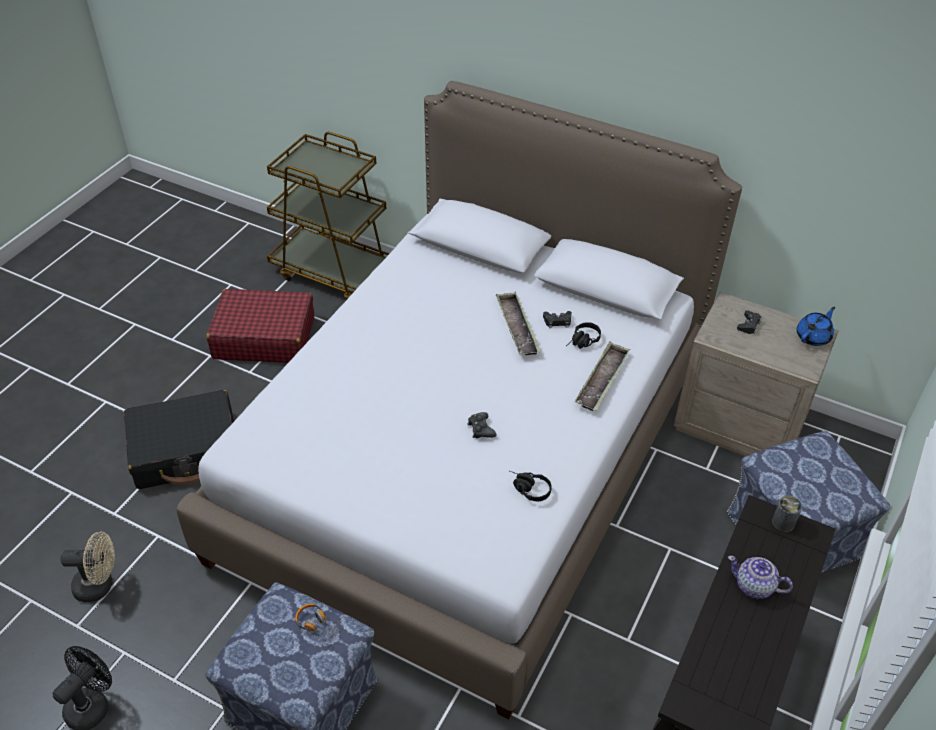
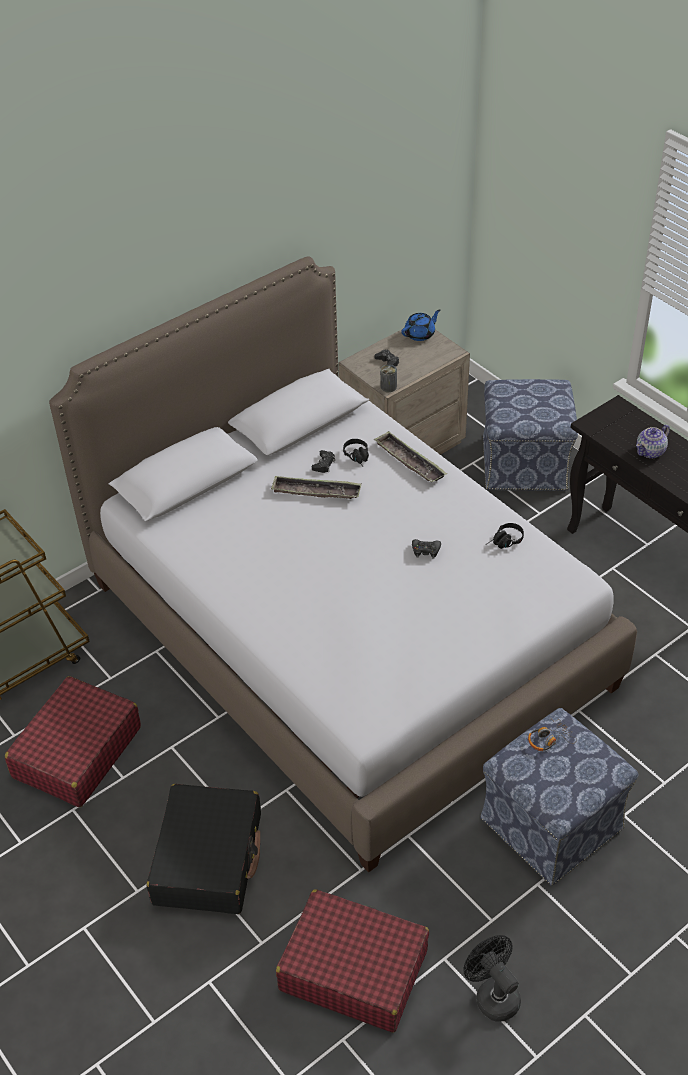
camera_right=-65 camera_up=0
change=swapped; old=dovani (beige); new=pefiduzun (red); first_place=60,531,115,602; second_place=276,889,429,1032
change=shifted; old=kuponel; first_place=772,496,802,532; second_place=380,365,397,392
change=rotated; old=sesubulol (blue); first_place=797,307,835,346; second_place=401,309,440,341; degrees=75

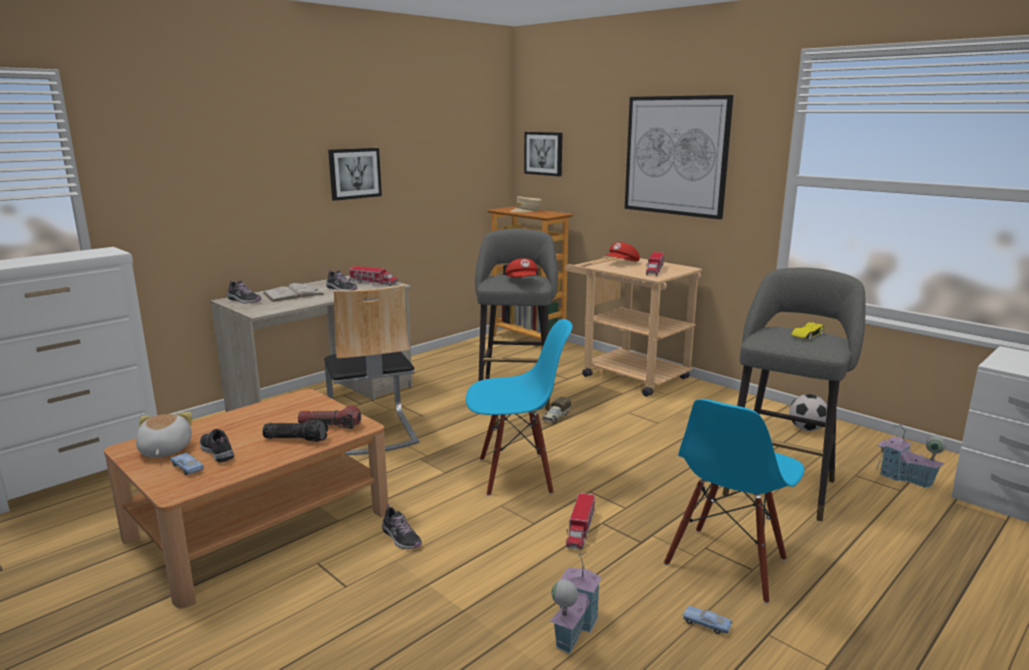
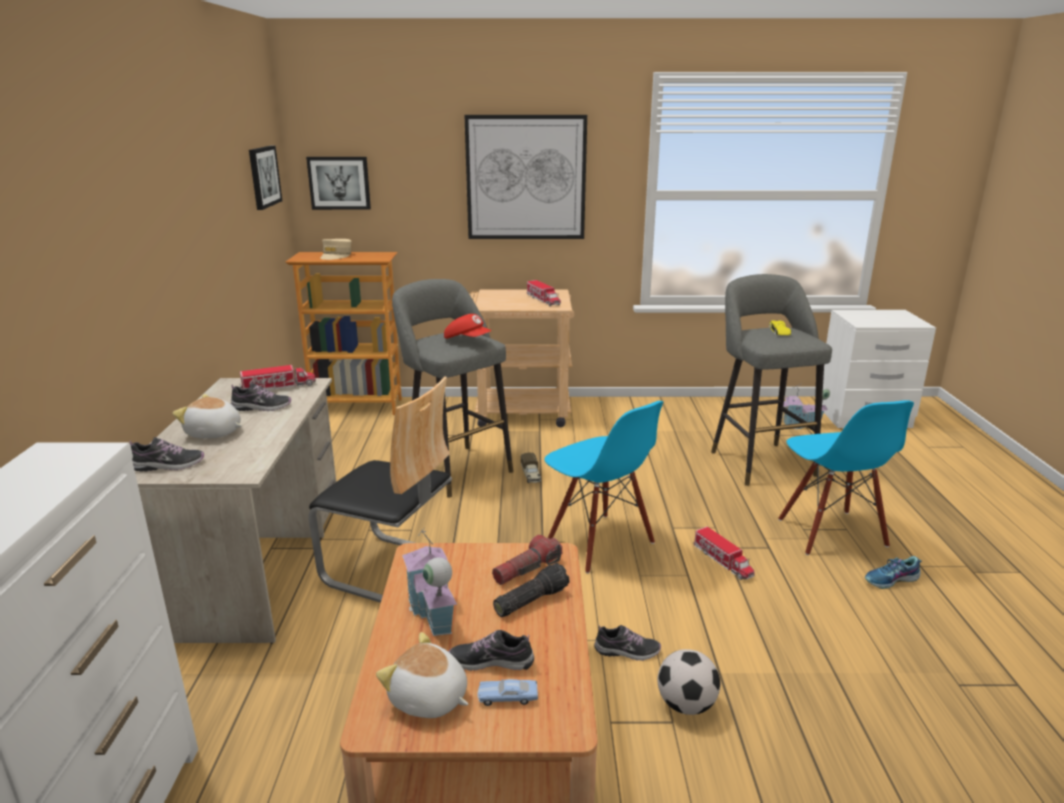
camera_right=-45 camera_up=5
change=swapped; old=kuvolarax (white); new=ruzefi; first_place=263,283,325,302; second_place=173,394,242,439
change=shifted; old=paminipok; first_place=328,148,382,201; second_place=249,145,282,210
change=shifted; old=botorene; first_place=549,553,602,654; second_place=402,527,457,636
change=rotated; old=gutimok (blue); first_place=466,319,573,496; second_place=544,401,664,574; degrees=105
change=shifted; old=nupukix; first_place=789,394,827,431; second_place=657,649,720,715
change=swapped; old=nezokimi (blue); new=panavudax; first_place=683,606,732,634; second_place=865,556,922,589
change=gone; old=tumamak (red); first_place=605,242,640,261

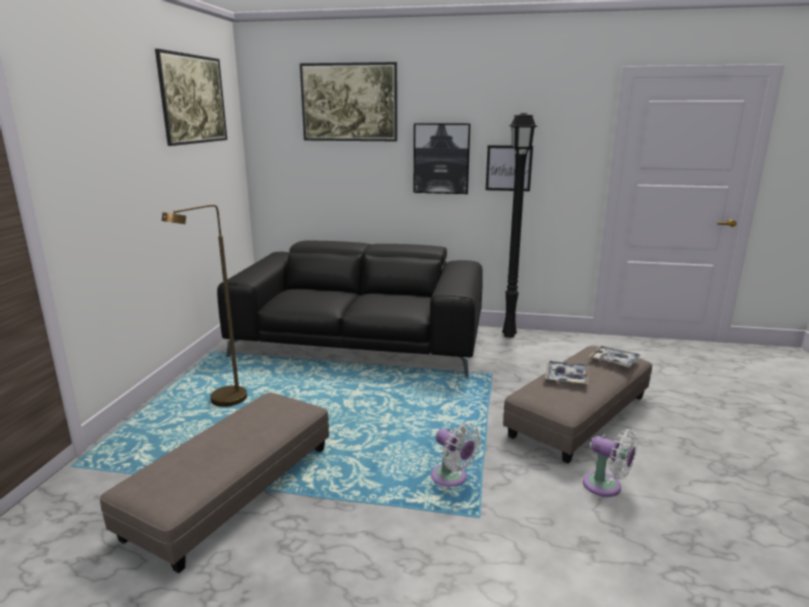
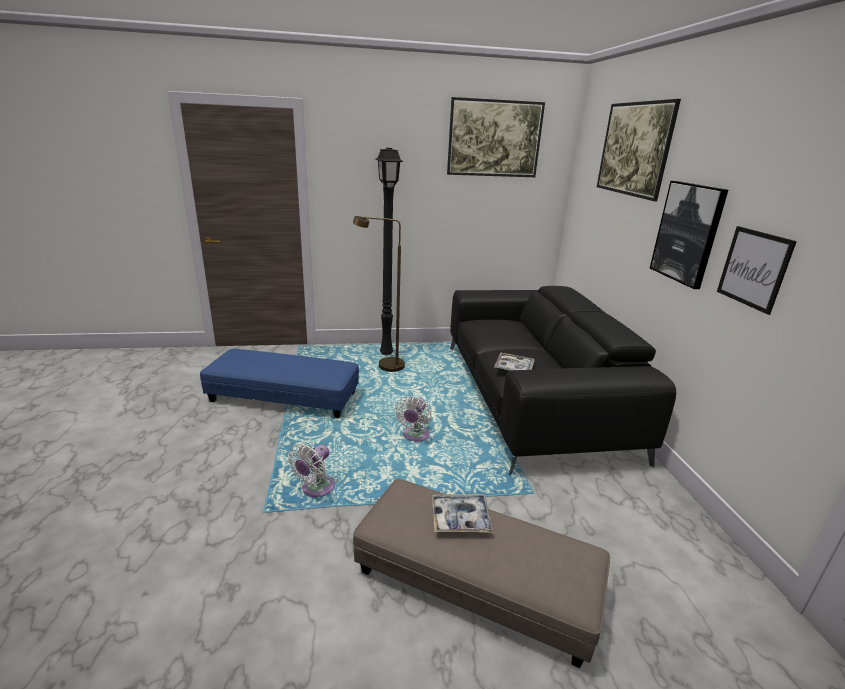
camera_right=70 camera_up=5
change=repainted; old=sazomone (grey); new=sazomone (blue); first_place=100,393,329,573; second_place=200,349,359,418
change=shifted; old=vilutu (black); first_place=502,113,538,338; second_place=375,148,403,355
change=shifted; old=dovani (white); first_place=583,429,638,497; second_place=395,396,431,442
change=shifted; old=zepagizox; first_place=589,346,641,368; second_place=494,353,534,371

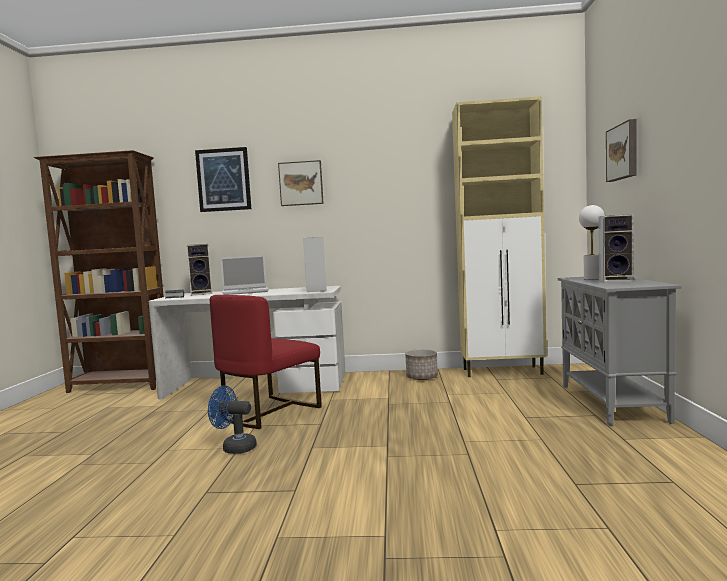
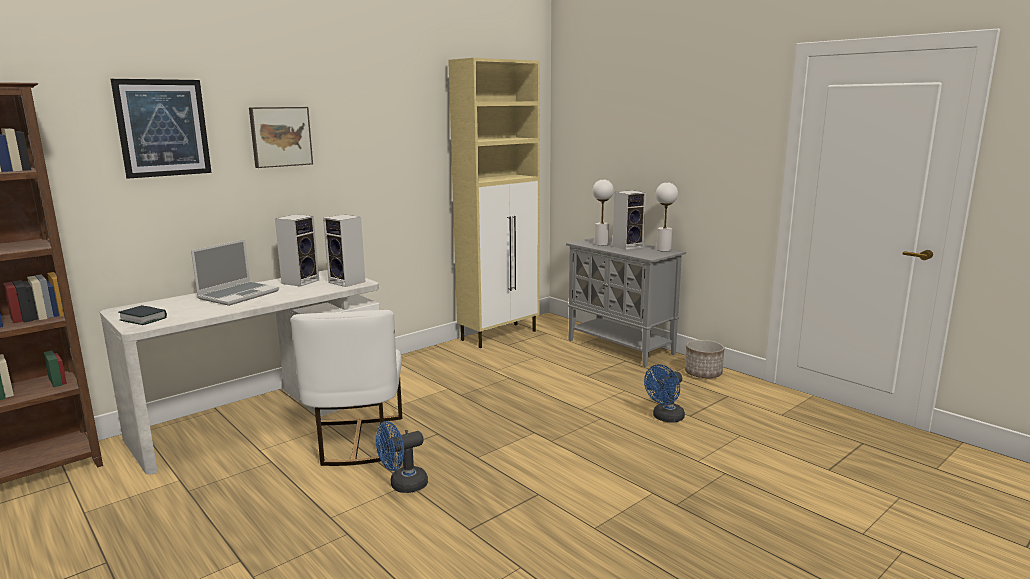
camera_right=-45 camera_up=10
change=shifted; old=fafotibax; first_place=186,244,212,296; second_place=275,214,319,287
change=repainted; old=gutimok (red); new=gutimok (white); first_place=210,295,322,429; second_place=291,310,402,466
change=new; new=dovani (blue); second_place=644,364,685,423
change=new; new=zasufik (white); second_place=656,182,678,252
change=shifted; old=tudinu; first_place=405,349,438,380; second_place=685,340,724,378
change=gone; old=paminipok; first_place=606,119,637,182

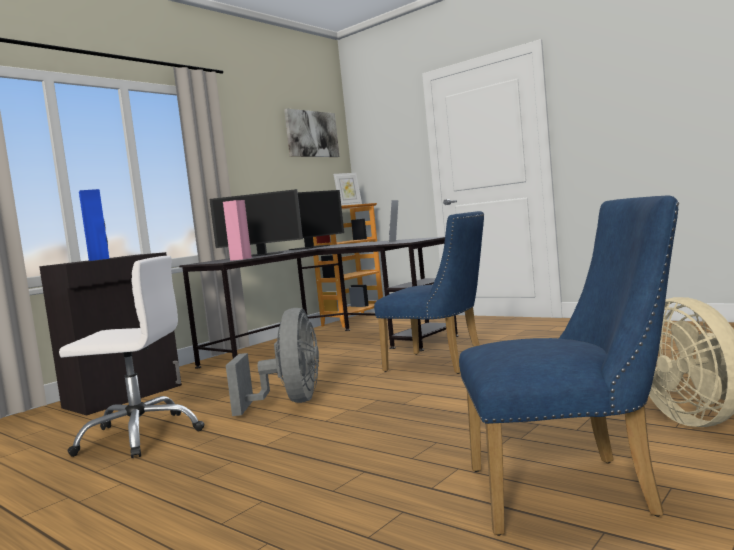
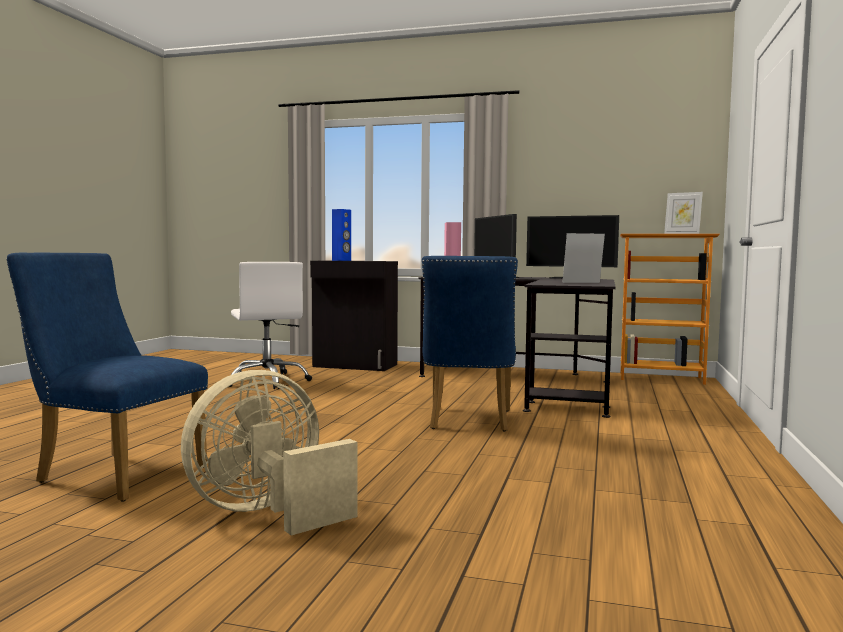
camera_right=65 camera_up=0
change=rotated; old=gutimok (blue); first_place=459,196,679,536; second_place=6,253,208,502; degrees=135
change=gone; old=dovani (grey); first_place=226,308,319,416
change=gone; old=paminipok; first_place=284,109,340,157

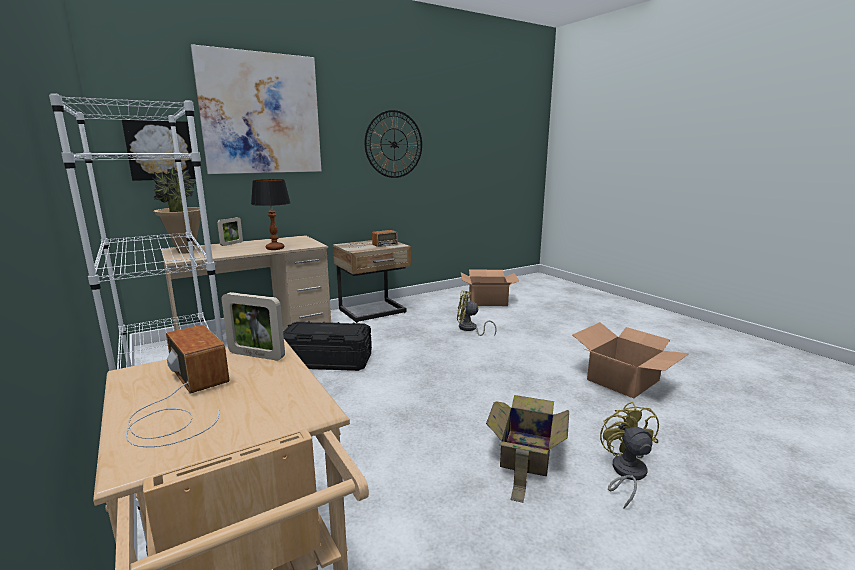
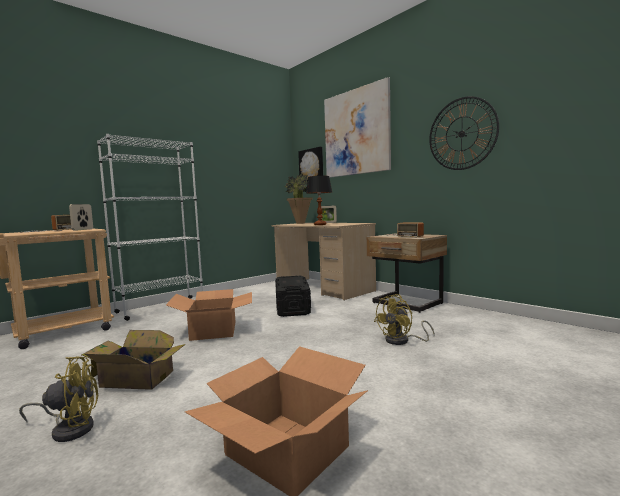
camera_right=80 camera_up=-10
change=shifted; old=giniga; first_place=461,270,519,306; second_place=166,289,252,341
change=rotated; old=dovani (yellow); first_place=457,291,497,337; second_place=374,294,435,345; degrees=-135

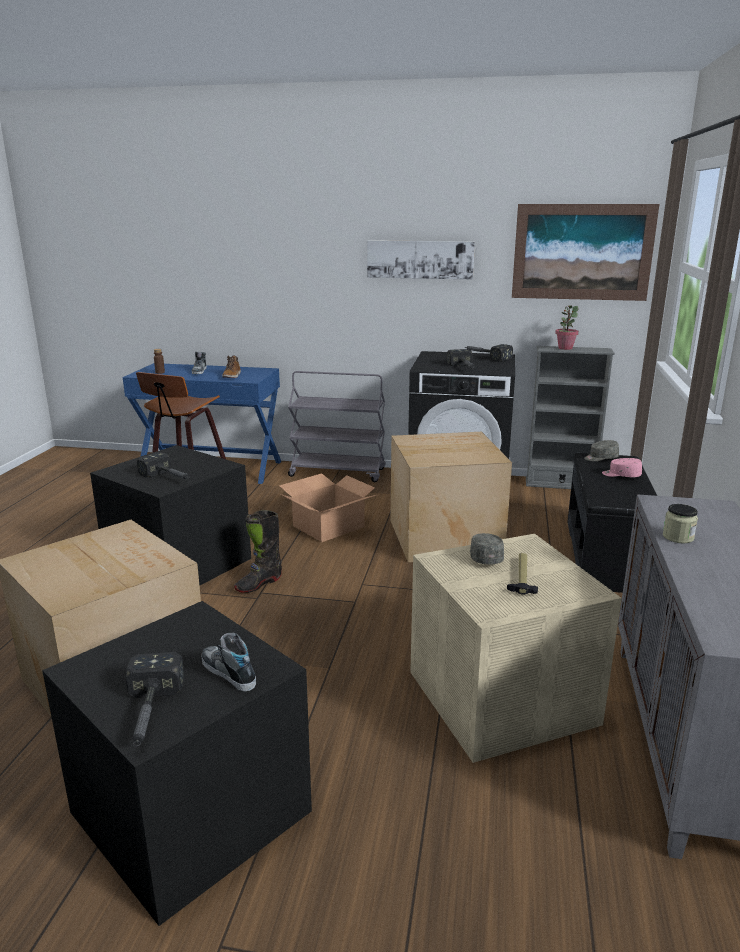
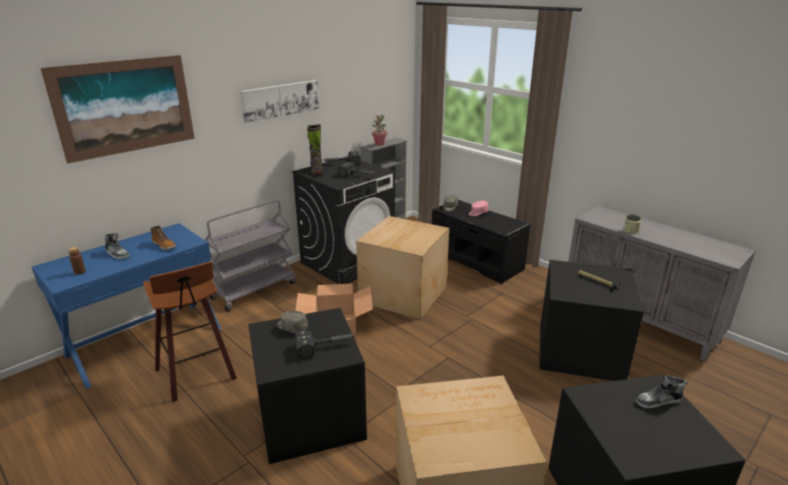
camera_right=-55 camera_up=5
change=shifted; old=paminipok; first_place=512,204,659,301; second_place=41,55,195,163
change=shifted; old=tumamak (grey); first_place=470,533,504,565; second_place=277,311,308,333
change=shifted; old=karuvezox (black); first_place=234,510,282,593; second_place=307,124,323,174
change=repainted; old=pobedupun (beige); new=pobedupun (black); first_place=410,534,622,763; second_place=539,260,644,381
change=gone; old=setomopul; first_place=126,652,184,747

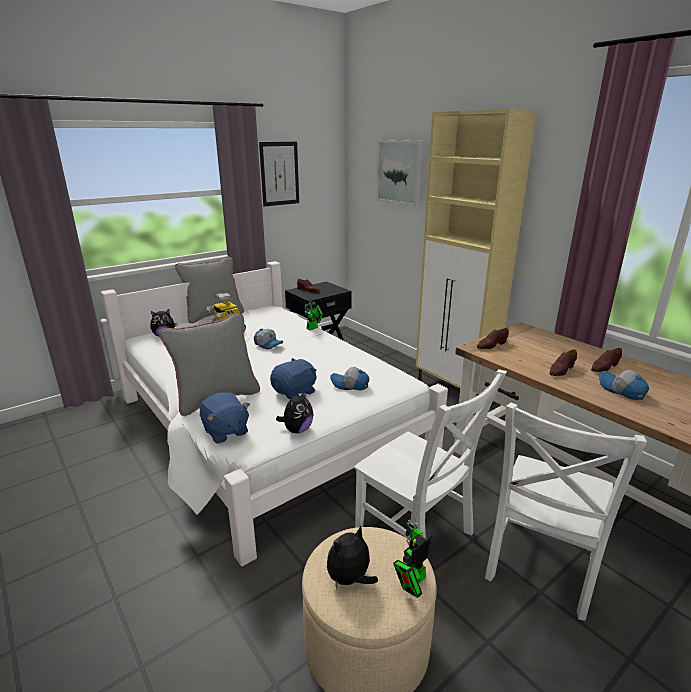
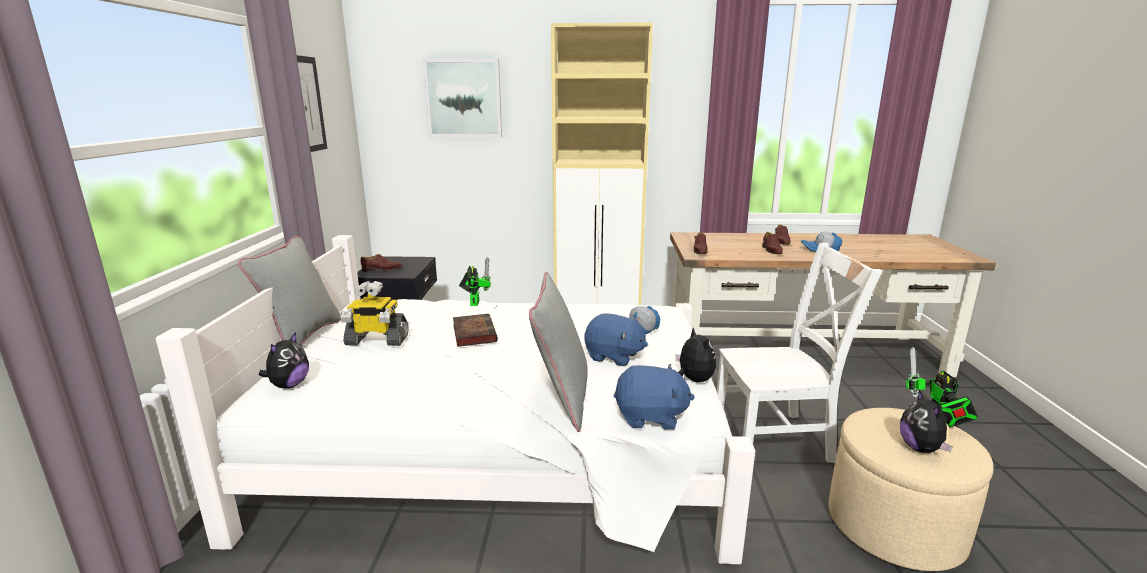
camera_right=-50 camera_up=-5
change=swapped; old=tumamak; new=kuvolarax; first_place=254,329,283,349; second_place=453,314,498,347
change=rotated; old=ruzefi (blue); first_place=270,358,317,400; second_place=584,313,648,366; degrees=120
change=gone; old=gutimok (white); first_place=485,402,647,621

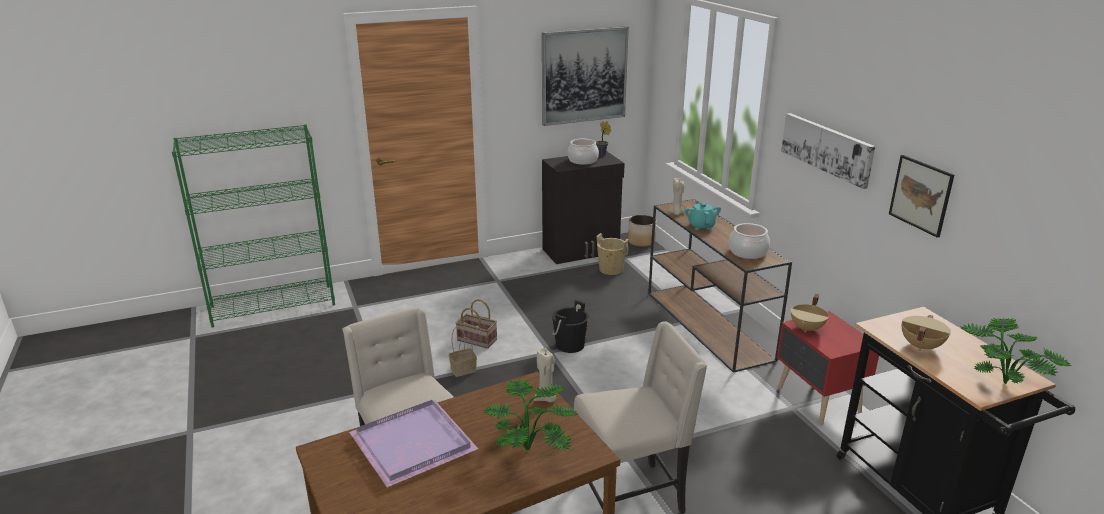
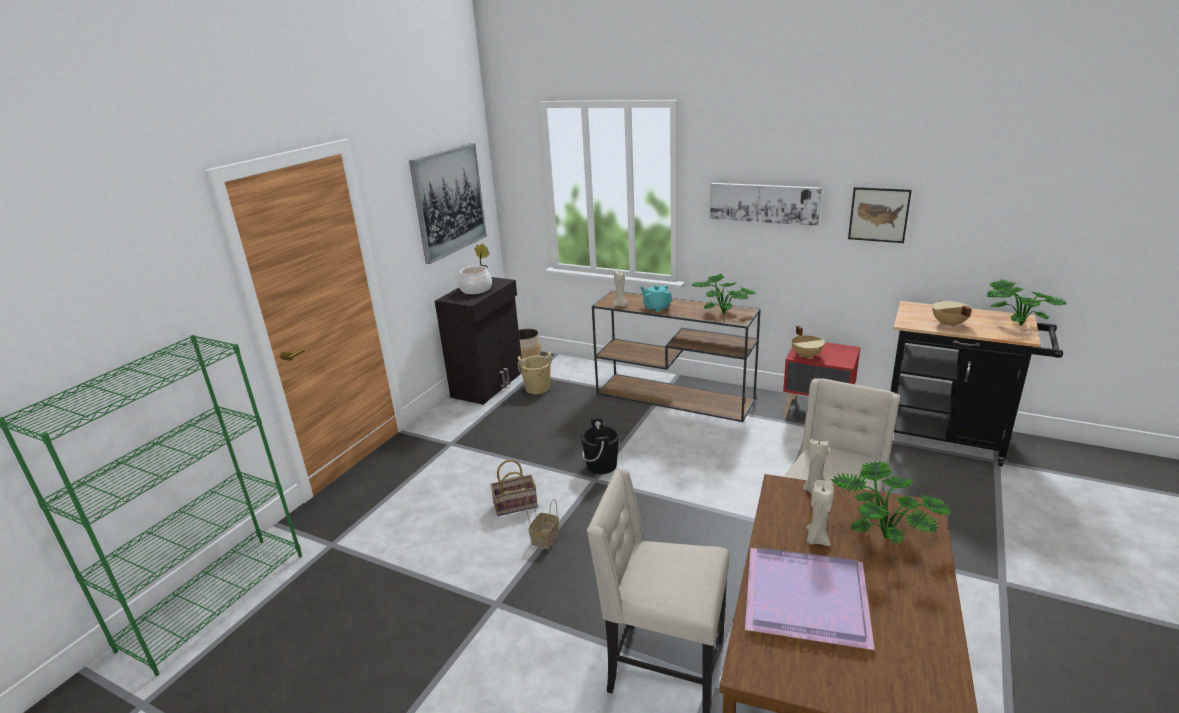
camera_right=-40 camera_up=0
change=swapped; old=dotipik; new=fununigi; first_place=729,223,770,259; second_place=691,274,757,315
change=new; new=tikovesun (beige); second_place=807,480,834,546

